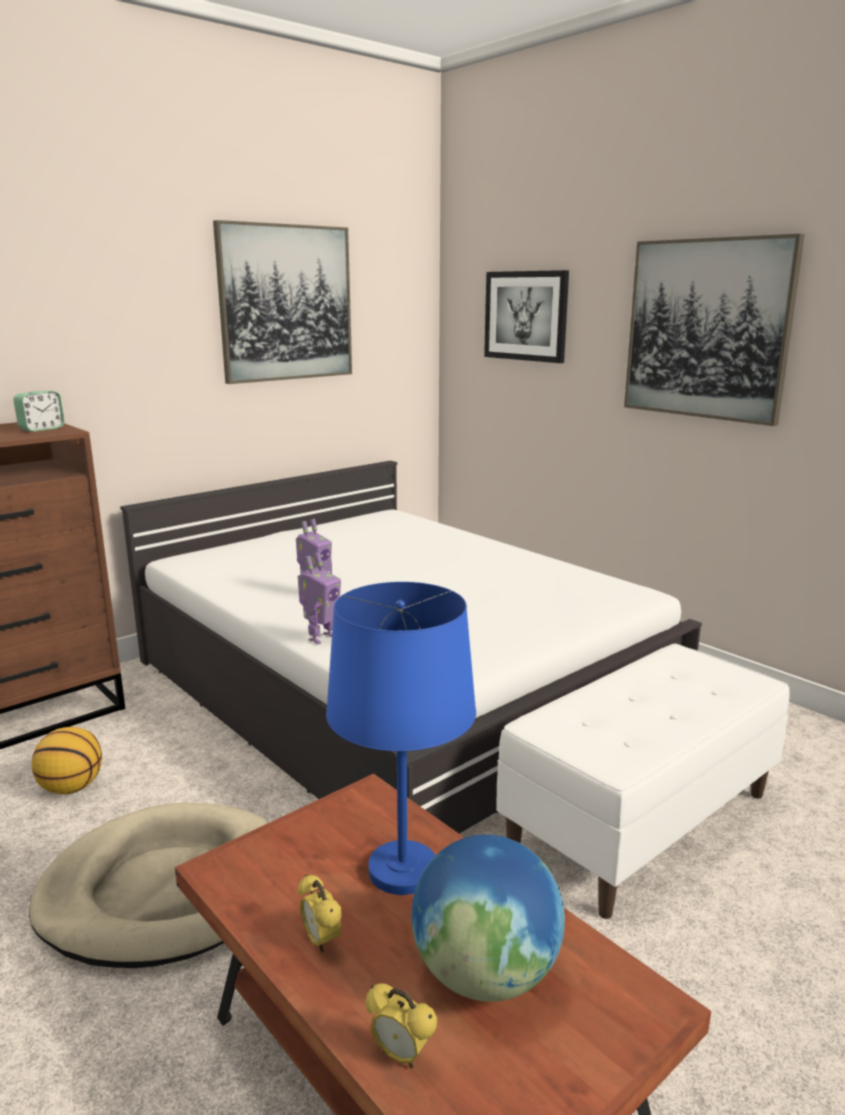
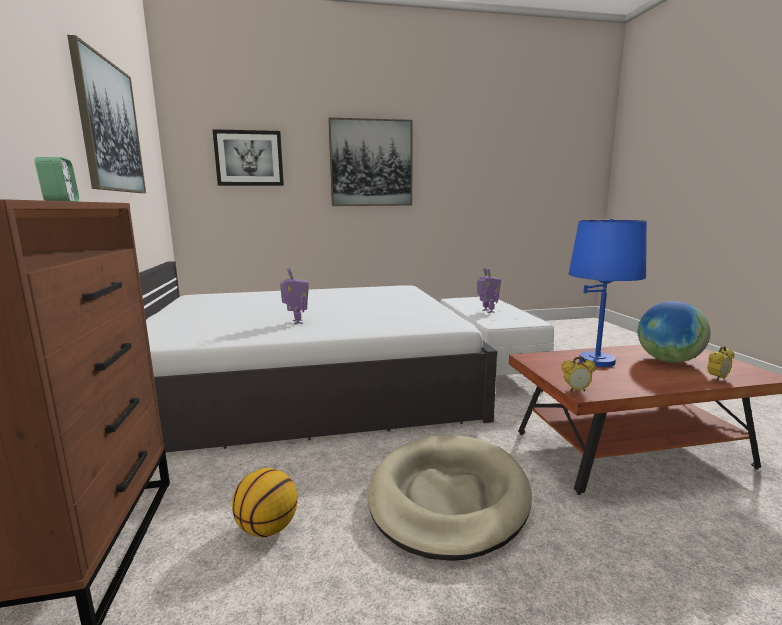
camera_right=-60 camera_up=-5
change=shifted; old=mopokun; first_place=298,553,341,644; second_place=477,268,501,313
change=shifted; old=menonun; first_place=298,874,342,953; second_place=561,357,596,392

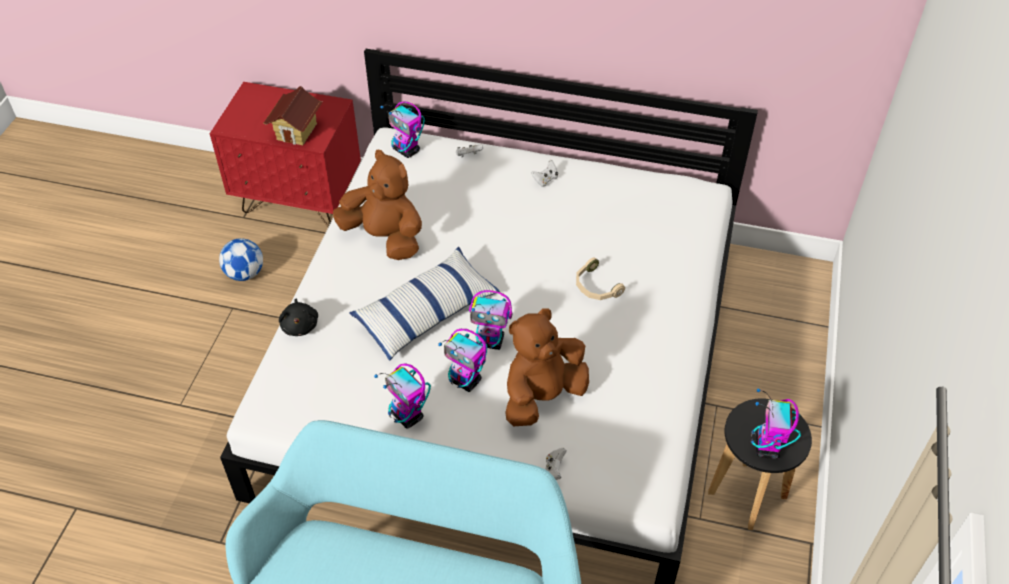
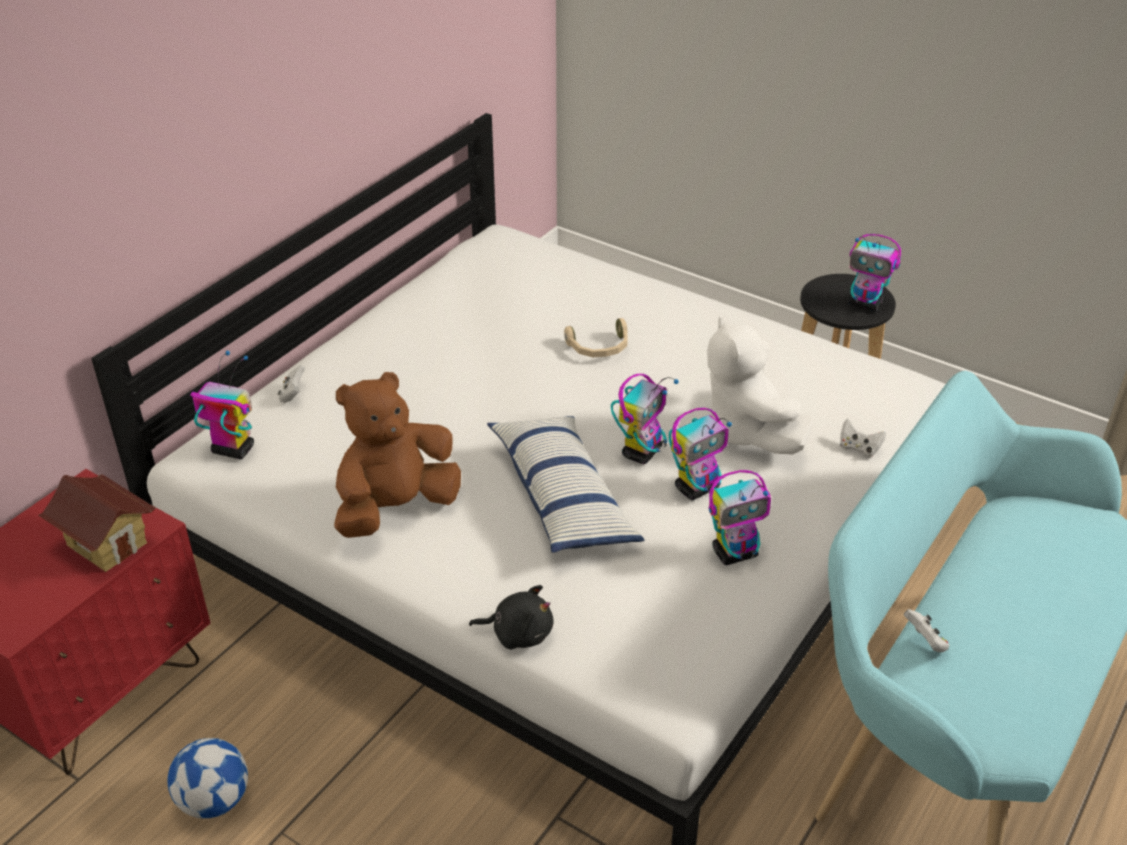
camera_right=-70 camera_up=-10
change=rotated; old=mopokun; first_place=380,101,425,158; second_place=190,351,254,459; degrees=-135
change=repainted; old=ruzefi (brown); new=ruzefi (white); first_place=505,309,589,426; second_place=707,314,813,454
change=shifted; old=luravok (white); first_place=531,160,558,187; second_place=904,609,949,652

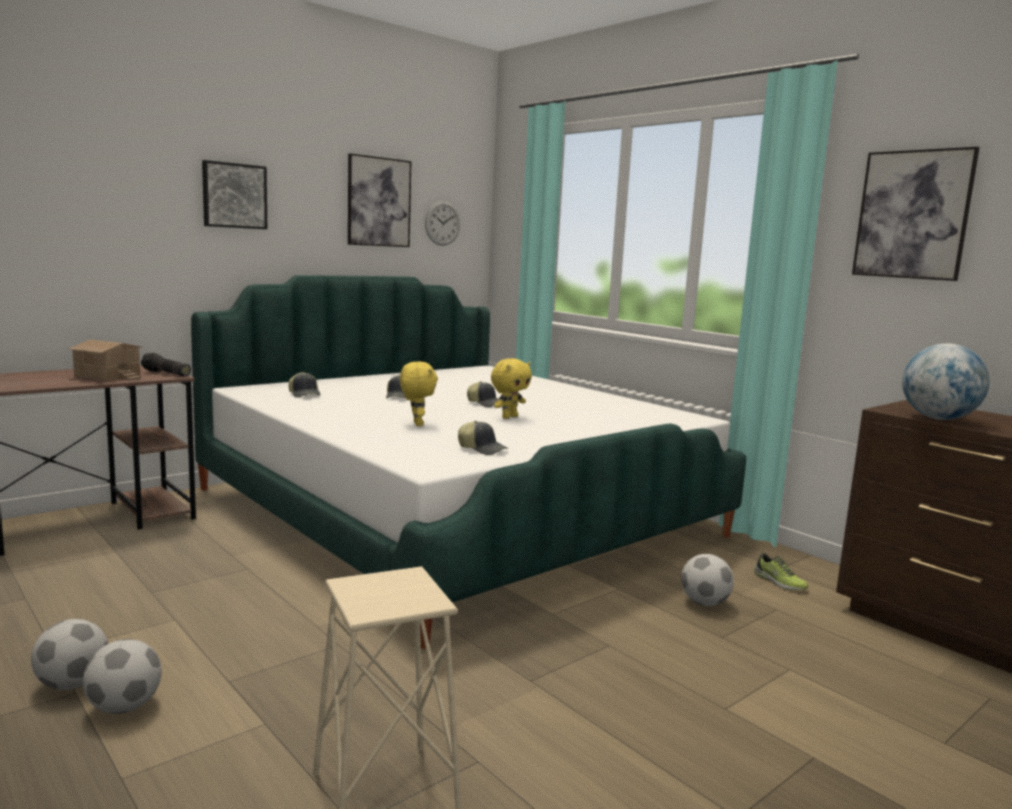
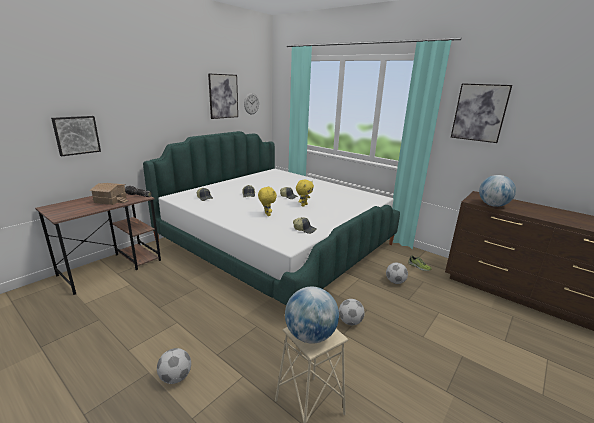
camera_right=-10 camera_up=10
change=shifted; old=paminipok; first_place=202,160,267,229; second_place=51,116,101,156
change=new; new=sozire; second_place=285,287,339,344
change=shifted; old=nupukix; first_place=31,619,108,690; second_place=339,299,365,325

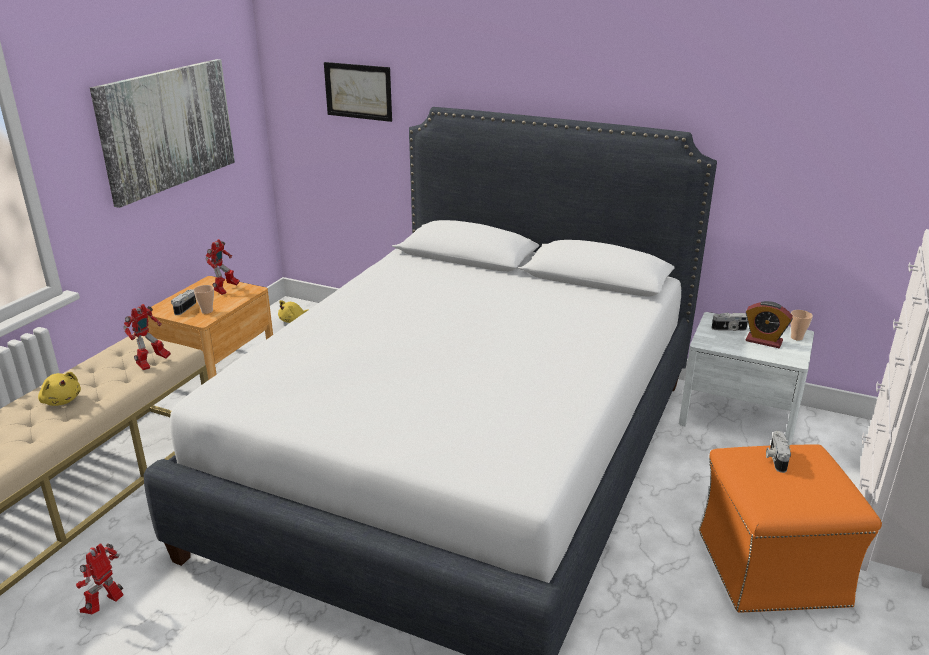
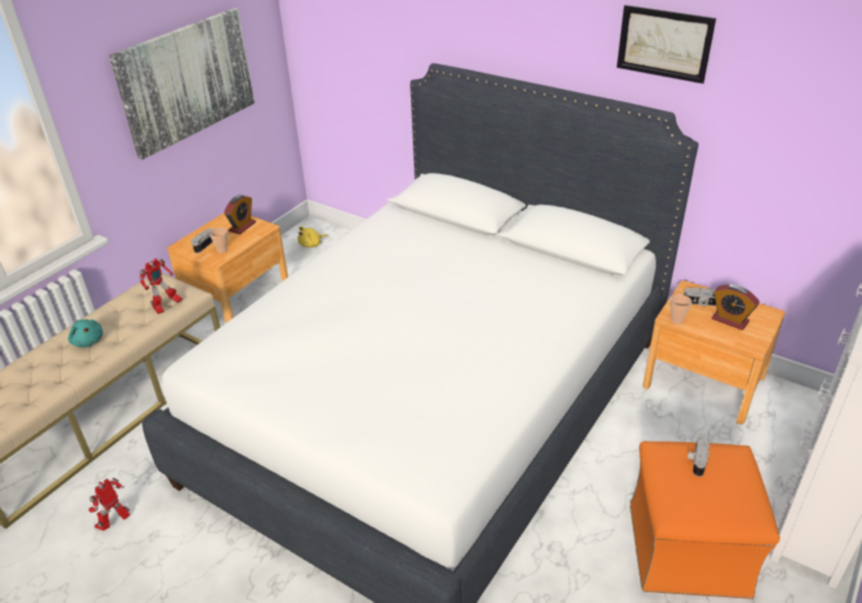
camera_right=10 camera_up=10
change=repainted; old=ruzefi (yellow); new=ruzefi (turquoise); first_place=38,372,81,406; second_place=68,319,103,348
change=swapped; old=mopokun; new=menonun; first_place=205,239,240,295; second_place=224,195,256,234
change=shifted; old=paminipok; first_place=324,62,392,122; second_place=617,5,716,84
change=repainted; old=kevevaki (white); new=kevevaki (brown); first_place=679,312,814,445; second_place=643,280,785,424
change=shifted; old=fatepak; first_place=790,310,813,341; second_place=670,294,692,324

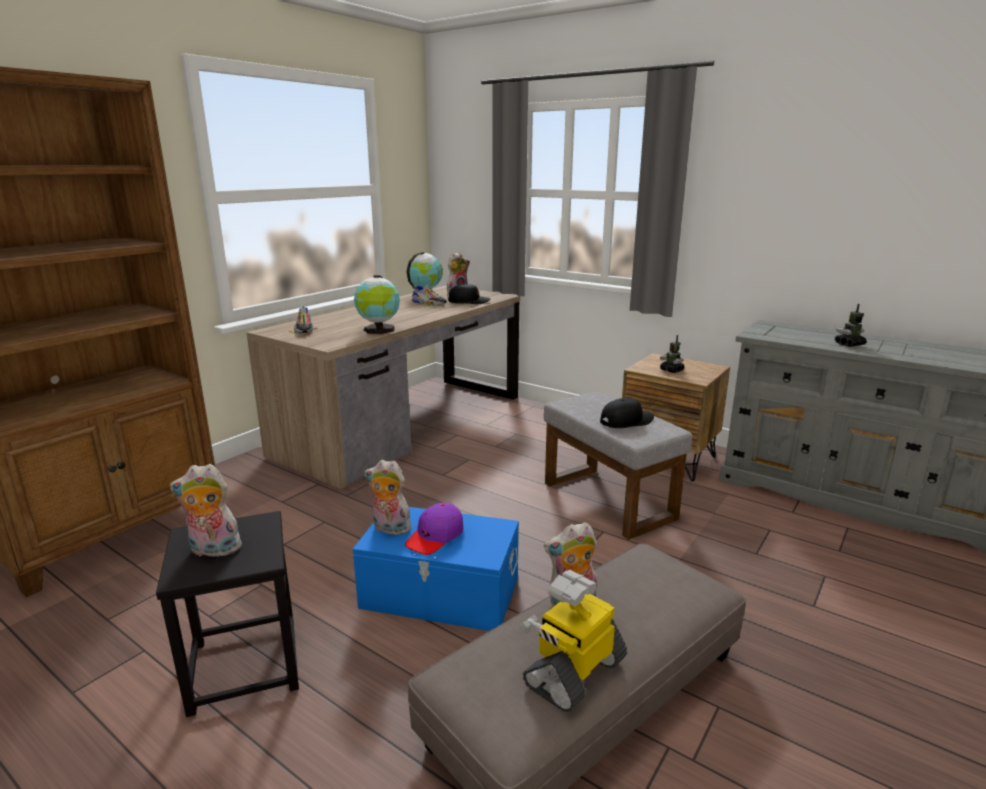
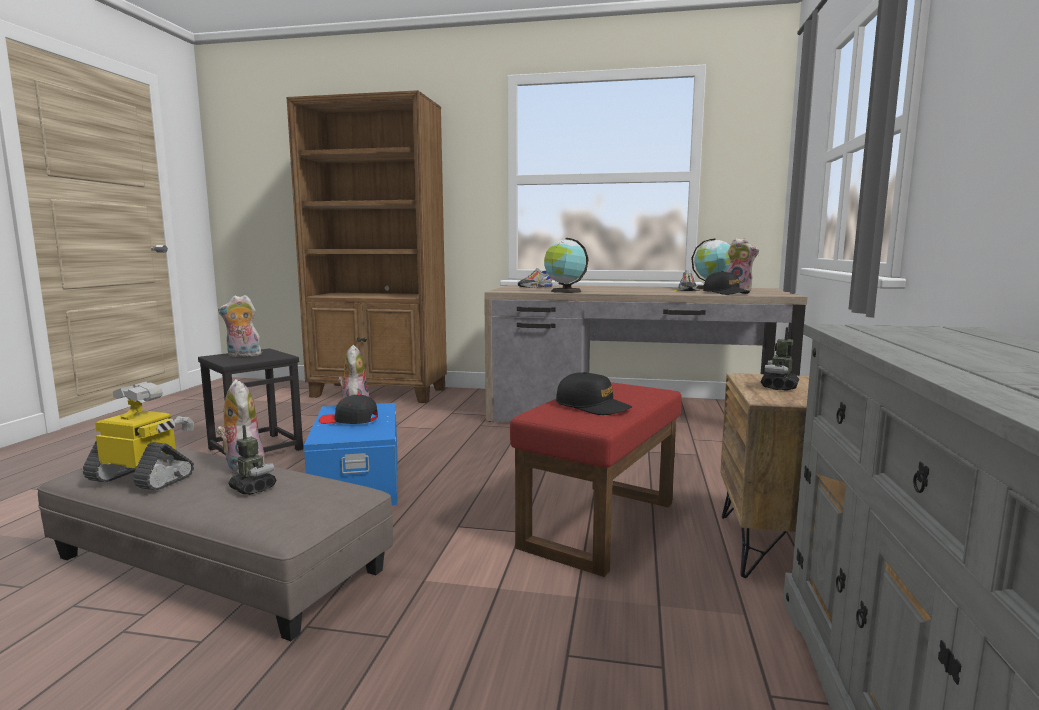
camera_right=65 camera_up=-10
change=rotated; old=ruzefi; first_place=170,464,244,557; second_place=218,295,262,357; degrees=-75
change=shifted; old=mopokun; first_place=835,304,867,347; second_place=228,425,276,495
change=repainted; old=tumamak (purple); new=tumamak (black); first_place=405,503,463,555; second_place=319,394,378,424
change=repainted; old=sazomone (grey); new=sazomone (red); first_place=544,392,692,540; second_place=510,382,682,577

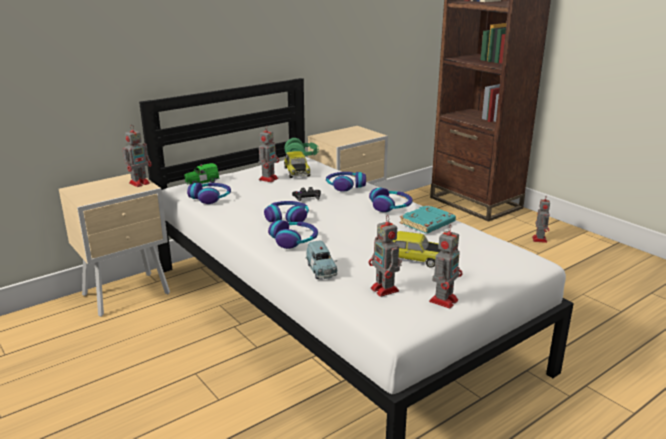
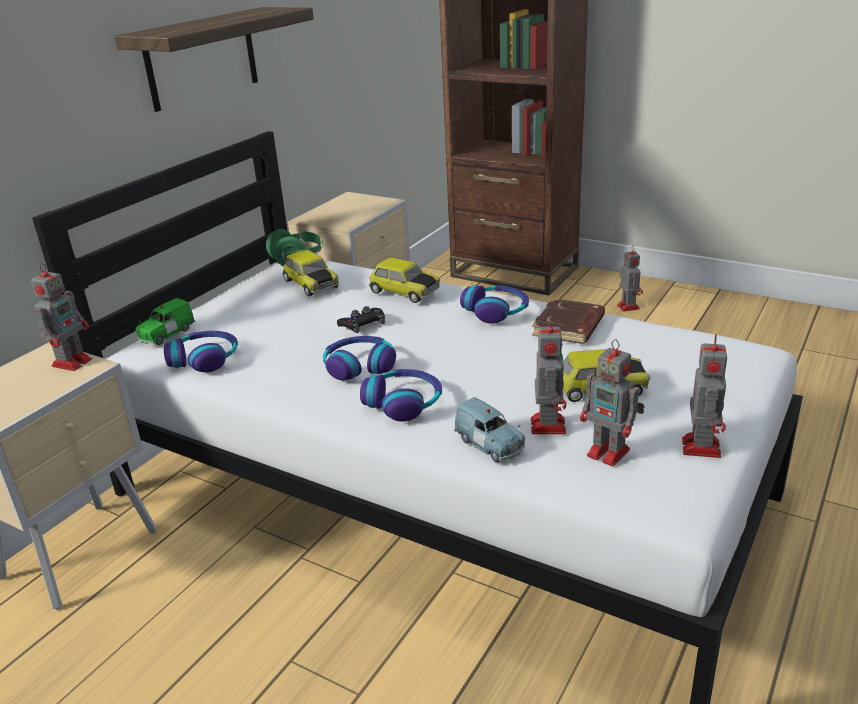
camera_right=-20 camera_up=5
change=new; new=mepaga; second_place=115,7,314,112
change=swapped; old=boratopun; new=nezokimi; first_place=326,172,366,192; second_place=368,258,440,303
change=shifted; old=mopokun; first_place=258,125,279,182; second_place=531,317,566,434
change=repainted; old=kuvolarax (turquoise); new=kuvolarax (brown); first_place=399,205,456,234; second_place=532,298,605,344

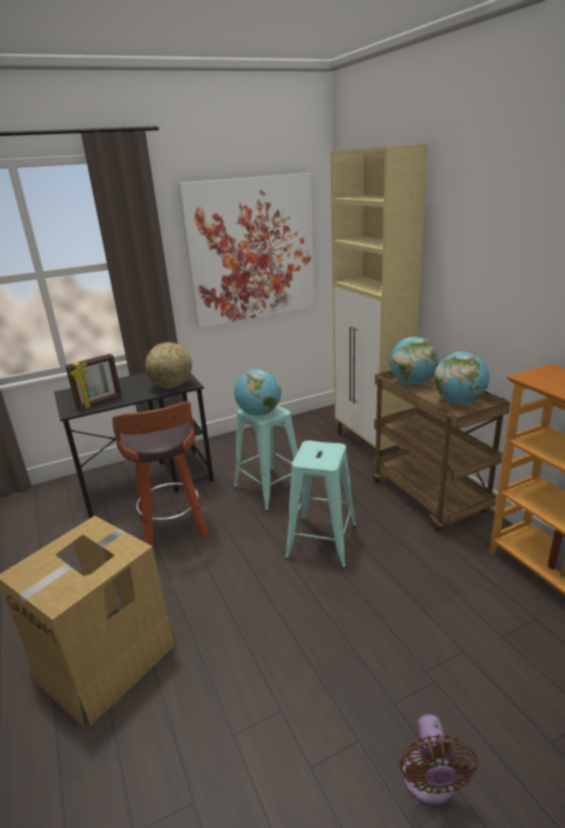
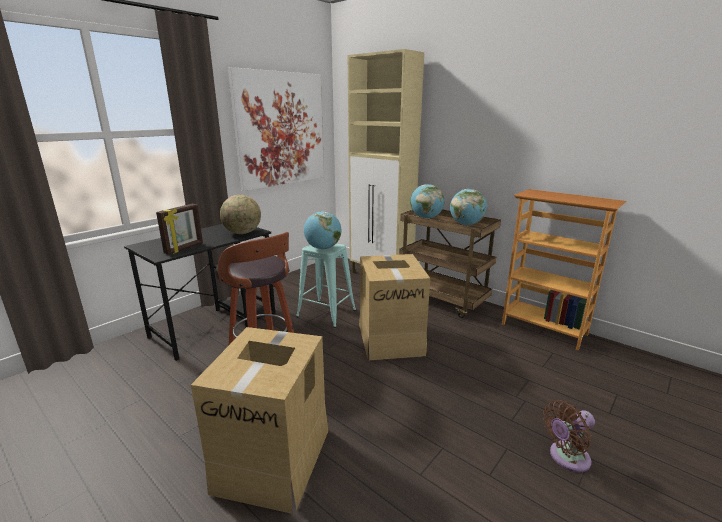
camera_right=-25 camera_up=-5
change=swapped; old=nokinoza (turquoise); new=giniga; first_place=285,440,357,569; second_place=359,254,430,360
change=rotated; old=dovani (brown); first_place=400,714,478,806; second_place=543,400,595,472; degrees=90

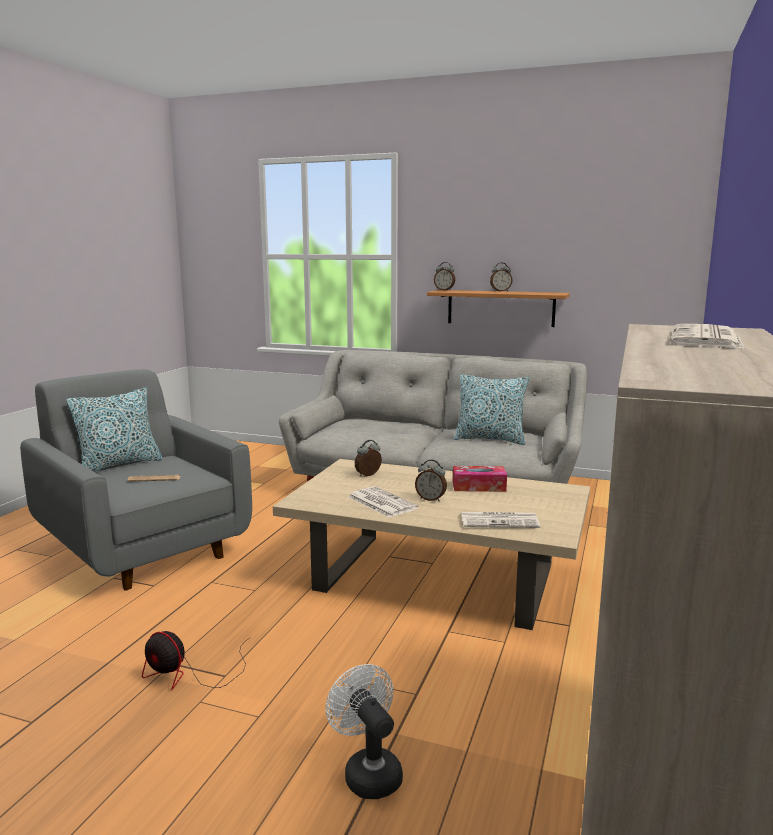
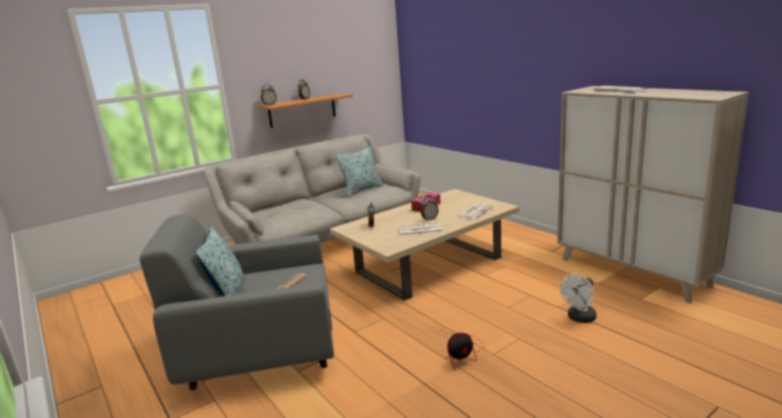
camera_right=-55 camera_up=5
change=rotated; old=dovani (white); first_place=326,664,403,799; second_place=560,274,596,323; degrees=-45

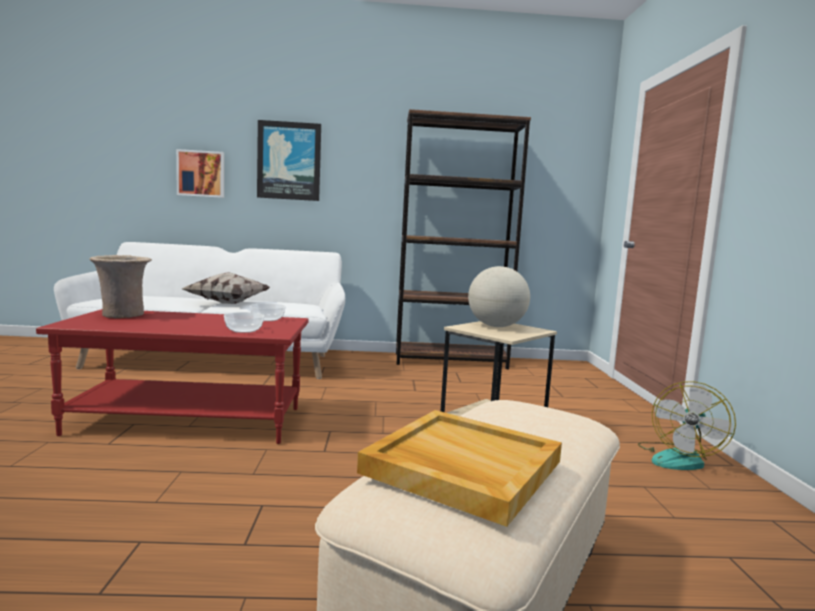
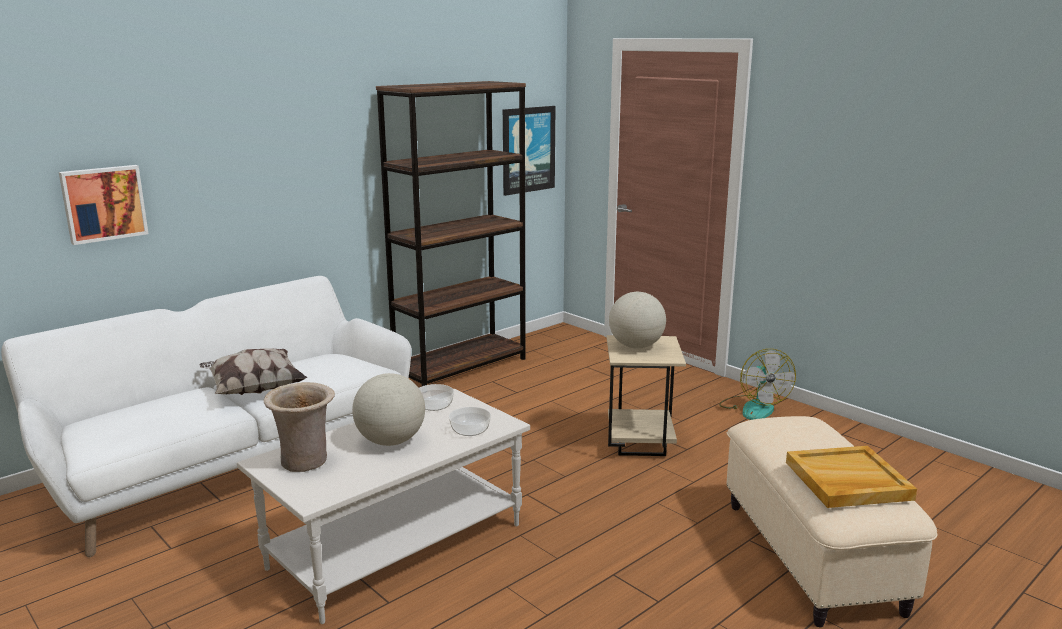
camera_right=-40 camera_up=10
change=repainted; old=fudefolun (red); new=fudefolun (white); first_place=36,309,308,444; second_place=237,389,530,624
change=new; new=sozire; second_place=352,373,425,446
change=shifted; old=paminipok; first_place=257,120,321,201; second_place=503,106,555,196

